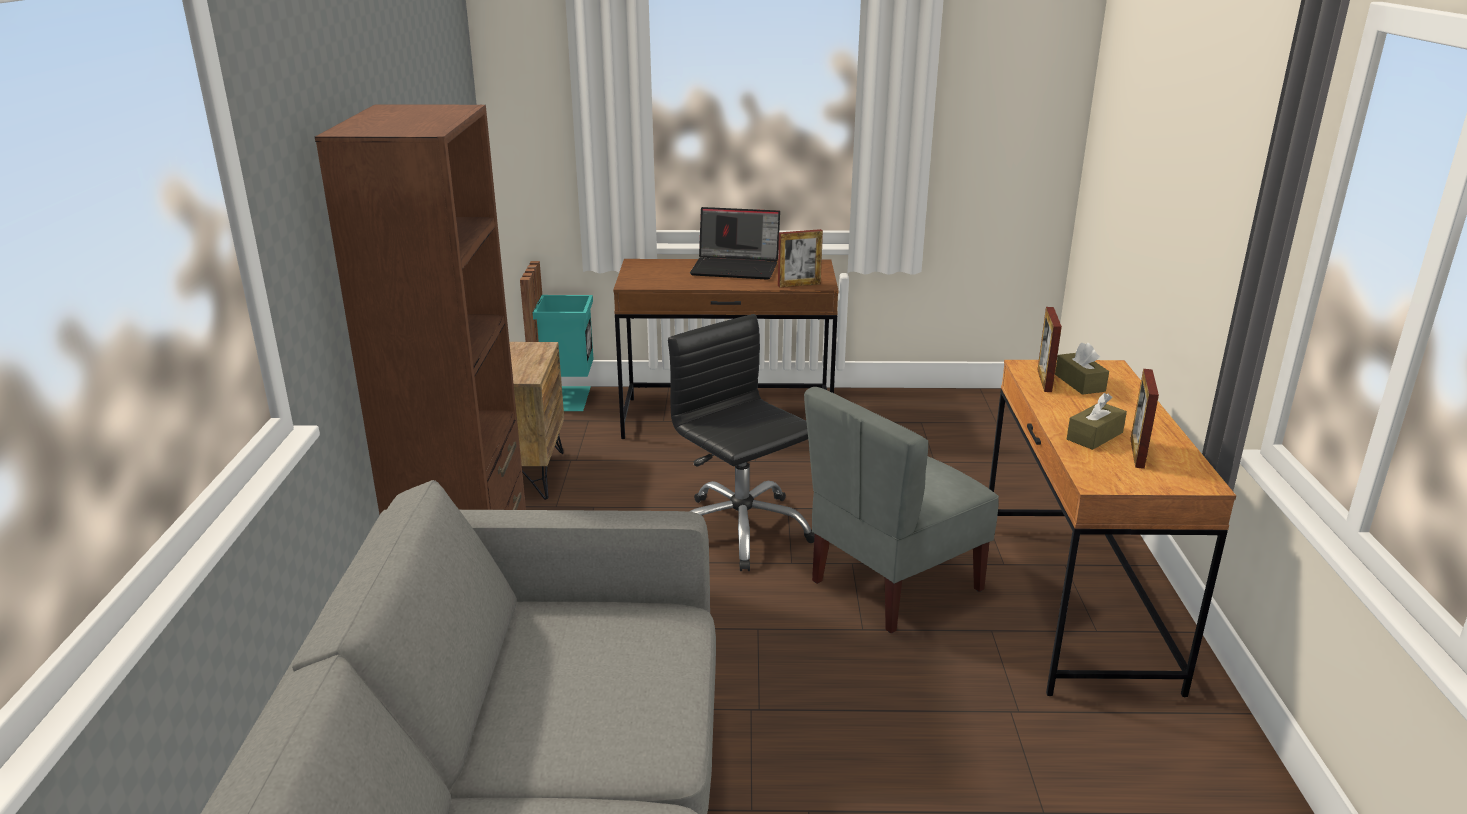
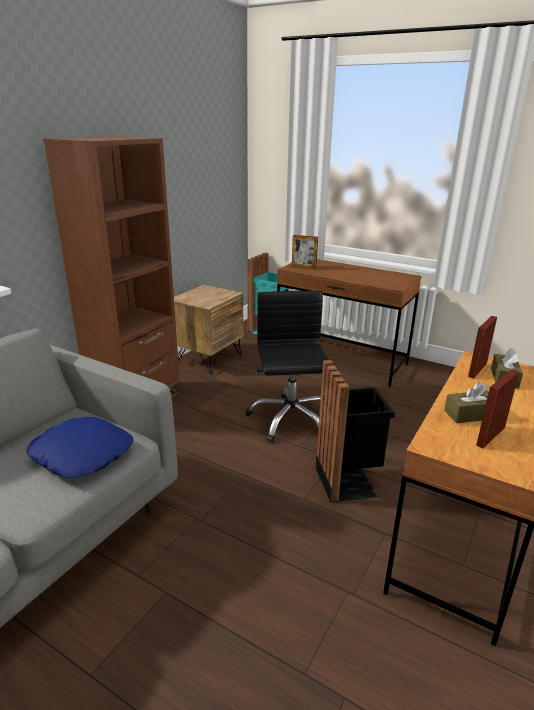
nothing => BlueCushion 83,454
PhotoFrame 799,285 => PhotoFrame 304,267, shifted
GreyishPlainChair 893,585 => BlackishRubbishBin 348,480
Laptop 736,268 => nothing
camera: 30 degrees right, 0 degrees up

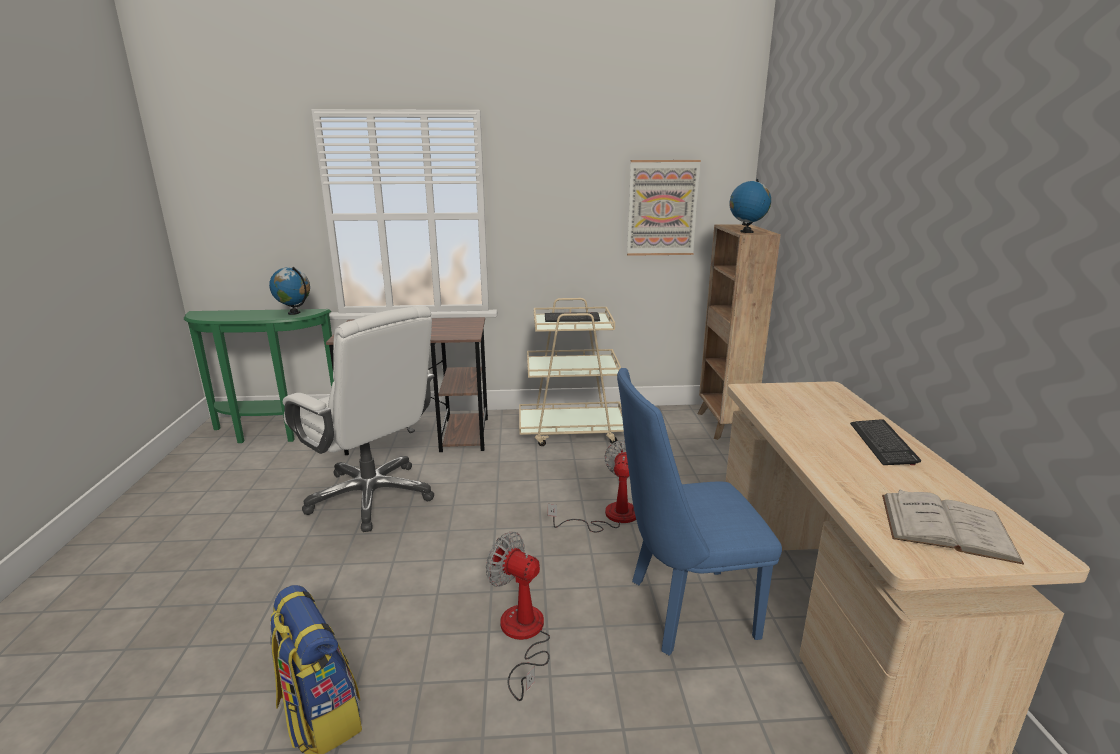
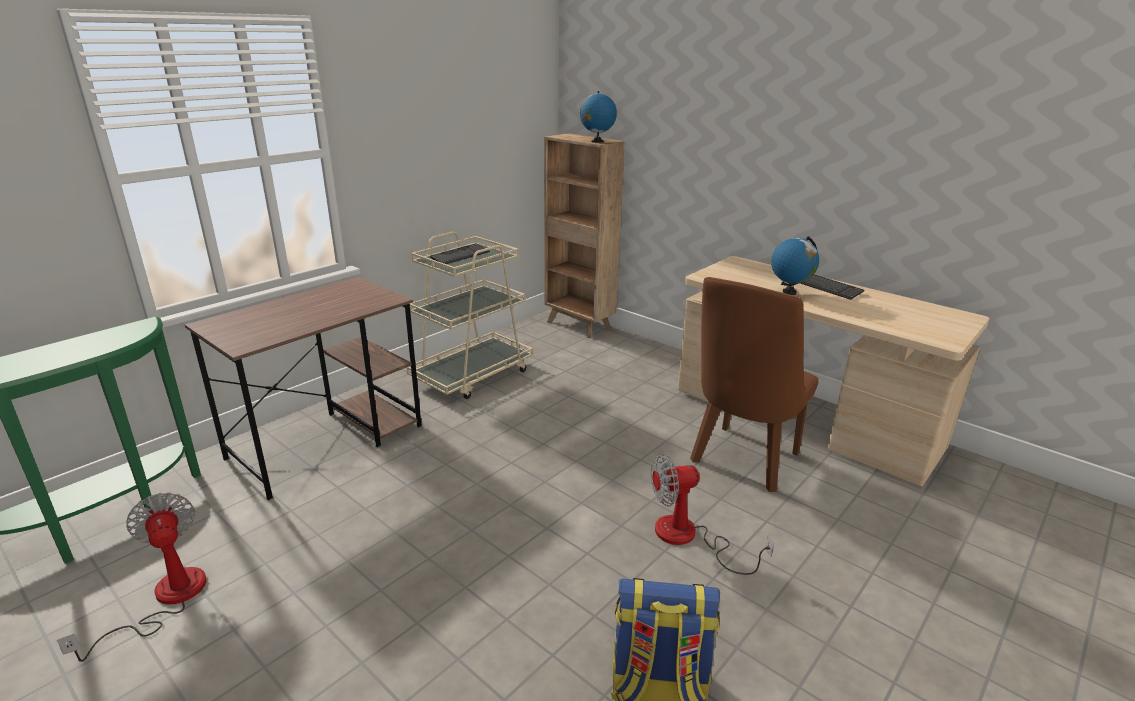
CoolingFan 610,516 => CoolingFan 165,600, shifted
BluePlainChair 681,610 => BrownishPlainChair 742,462
WorldGlobe 294,313 => WorldGlobe 789,292, shifted
WhitishOfficeChair 372,496 => nothing
Picture 662,208 => nothing
WhitishVolume 946,527 => nothing
camera: 45 degrees left, 5 degrees up

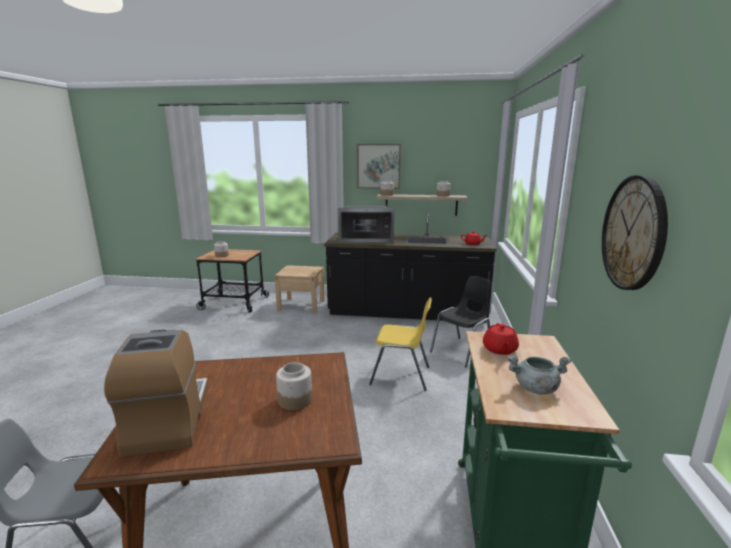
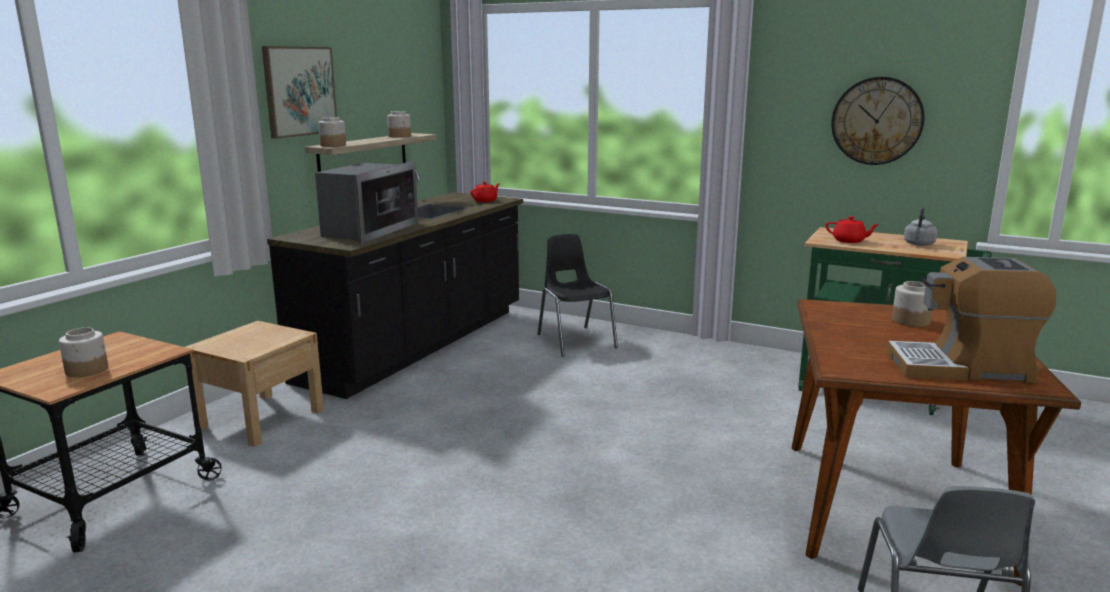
GreyishCookingPot 535,388 => GreyishTeaKettle 918,244
YellowishPlainChair 401,376 => nothing
camera: 70 degrees left, 0 degrees up

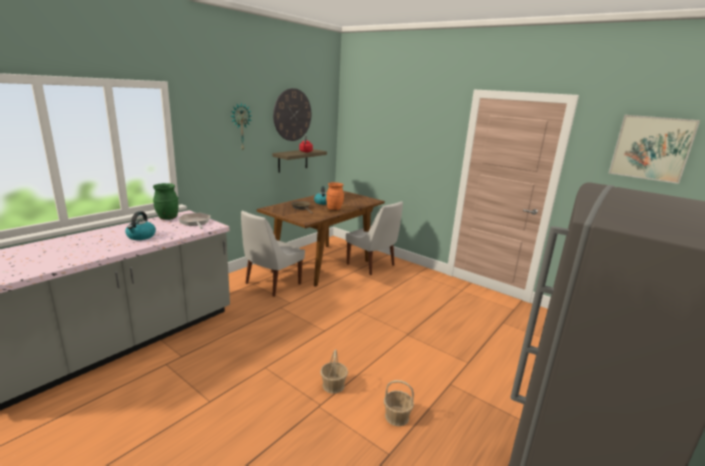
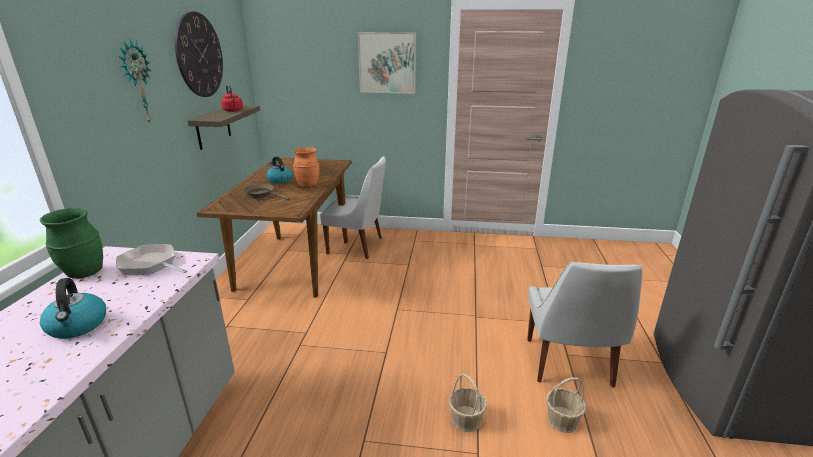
Picture 651,148 => Picture 387,63, shifted
WhitishPlainChair 271,284 => WhitishPlainChair 569,364, shifted
camera: 30 degrees left, 5 degrees up

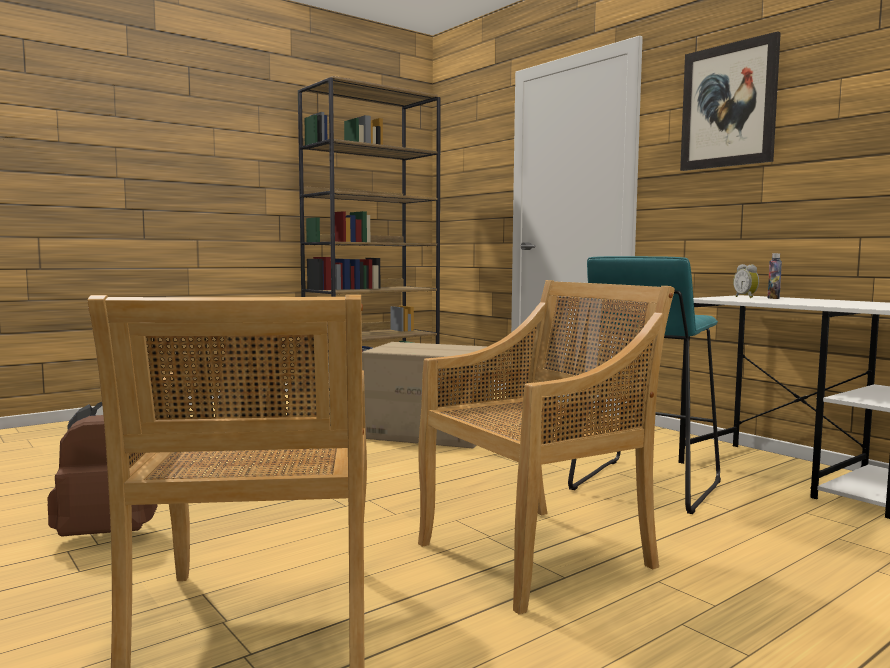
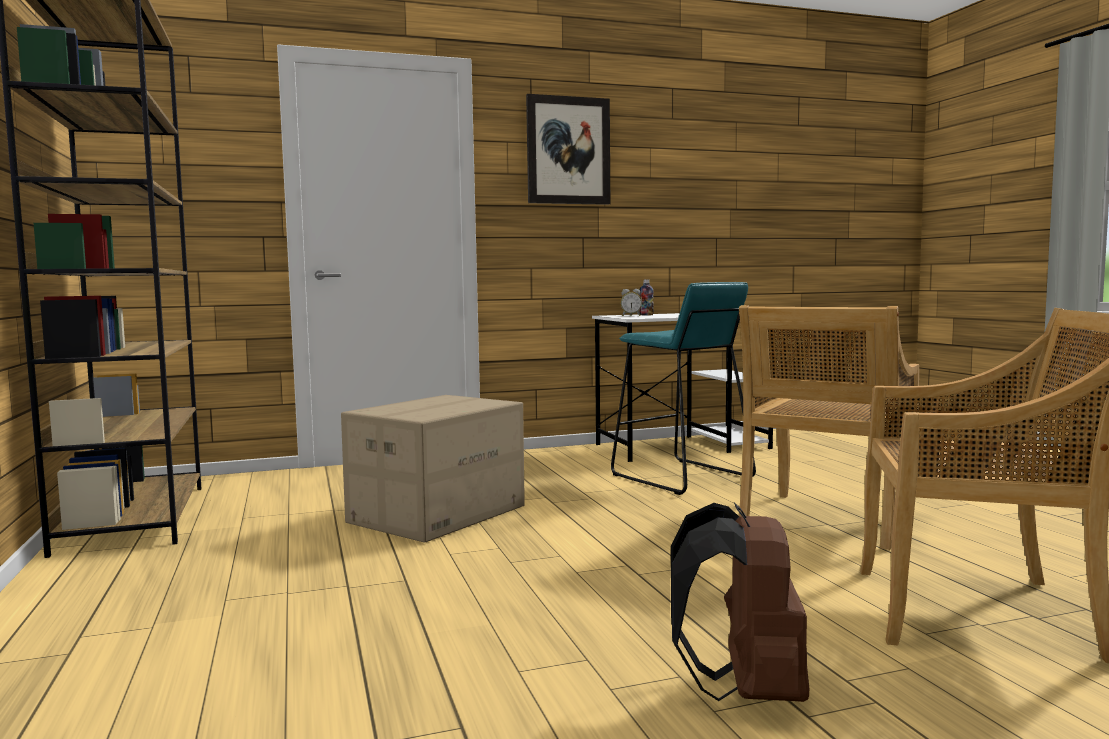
SandColouredPlainChair 537,554 => SandColouredPlainChair 827,521, 135 degrees counterclockwise
camera: 70 degrees left, 0 degrees up

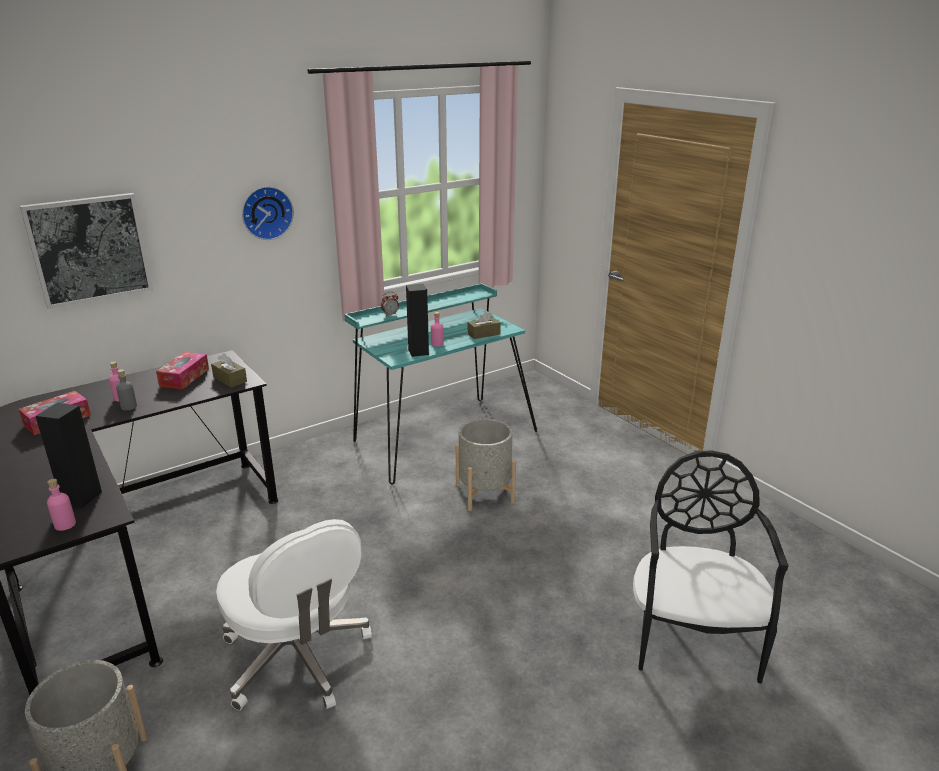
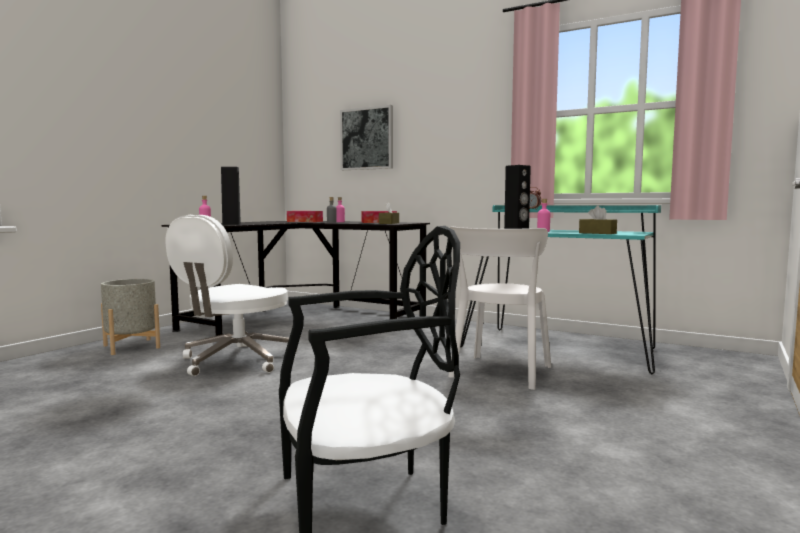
GreyishFlowerPot 484,493 => WhitishPlainChair 499,373
HangingClock 266,212 => nothing
camera: 65 degrees right, 20 degrees down

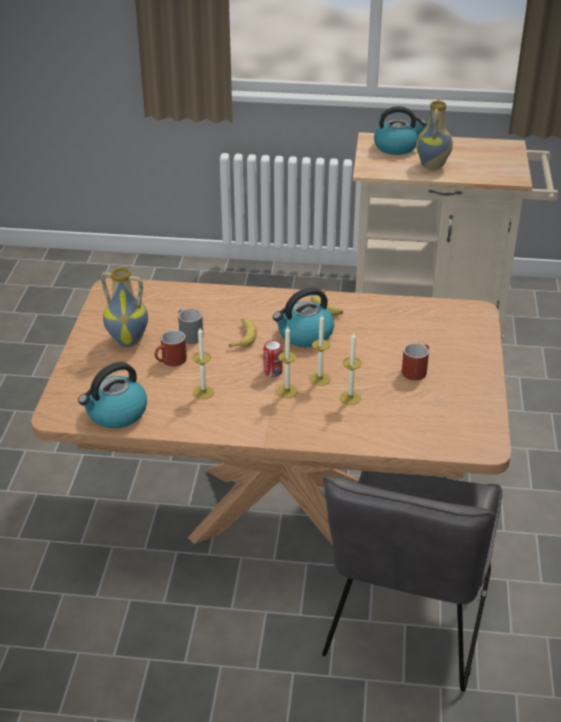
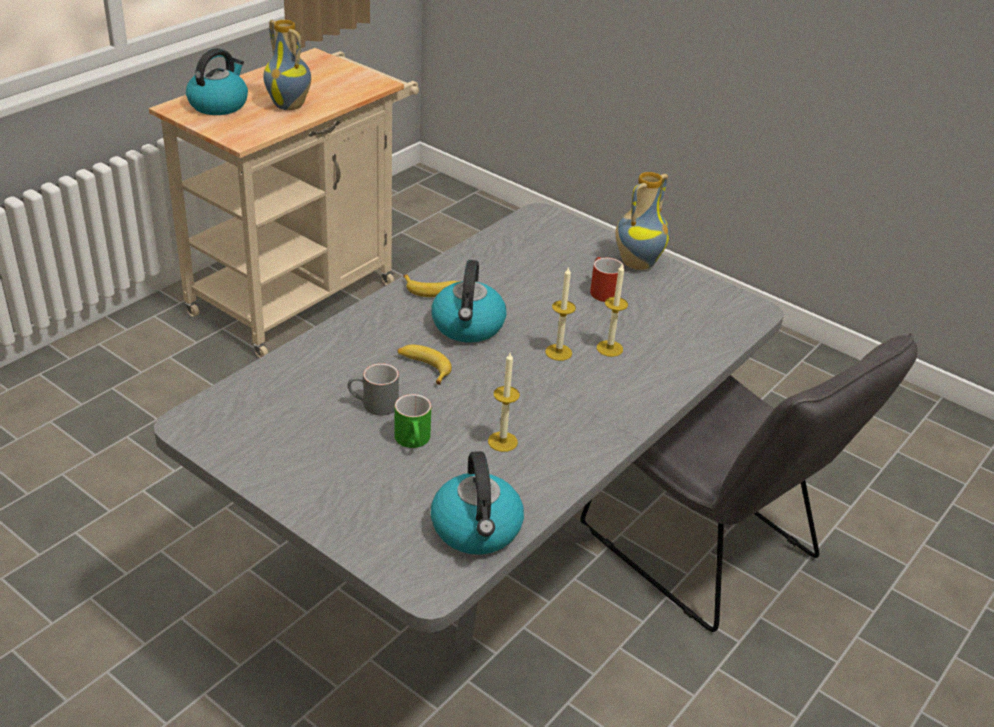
BrownishKitchenTable 280,511 => GreyishKitchenTable 481,559
RedColouredTeaMug 171,361 => GreenishTeaMug 414,441
FlowerVase 128,340 => FlowerVase 636,262, shifted
SealedCan 273,372 => nothing
WaxLight 287,391 => nothing
camera: 60 degrees left, 0 degrees up

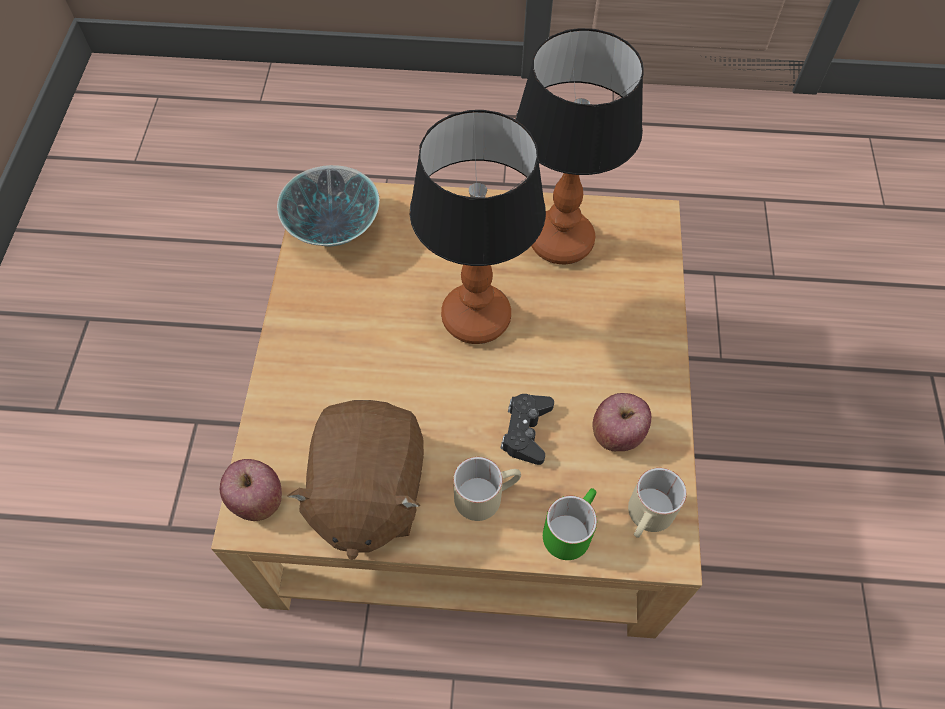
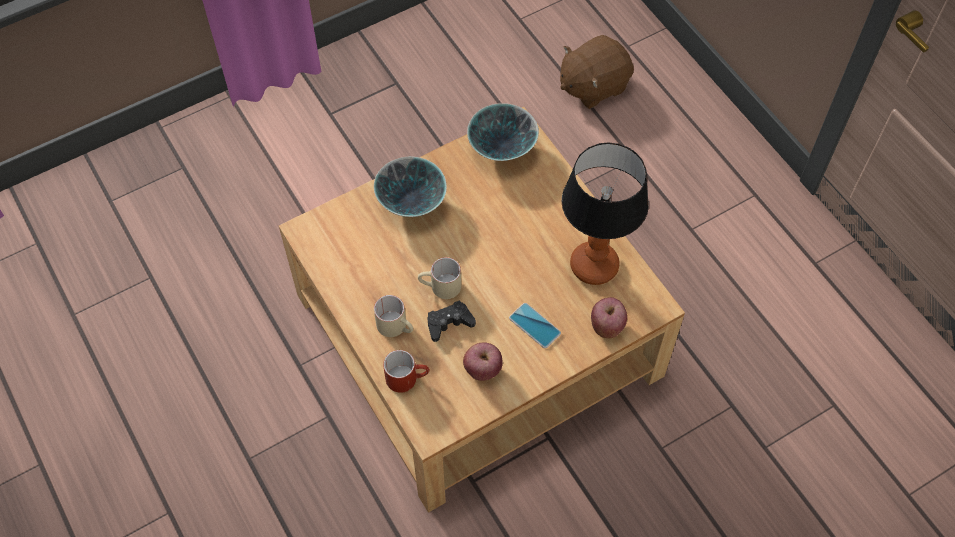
nothing => ServingBowl 411,203
GreenishTeaMug 570,528 => RedColouredTeaMug 407,377
SandColouredTeaMug 648,518 => SandColouredTeaMug 440,287, shifted
nothing => Phone 535,325
BrownishSoftToy 367,492 => BrownishSoftToy 593,85, shifted
WholeApple 257,500 => WholeApple 607,326, shifted
TabletopLamp 474,317 => nothing
camera: 55 degrees right, 0 degrees up

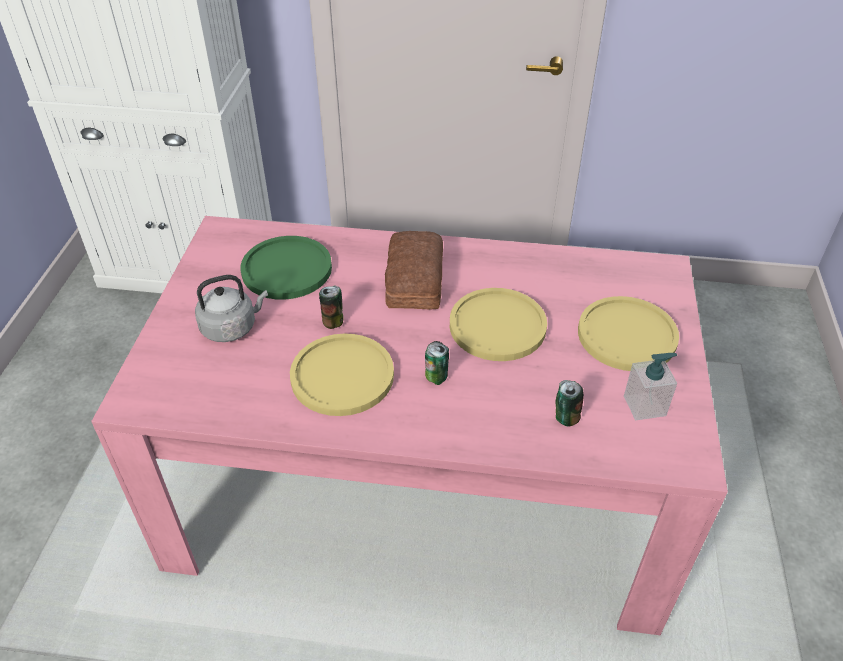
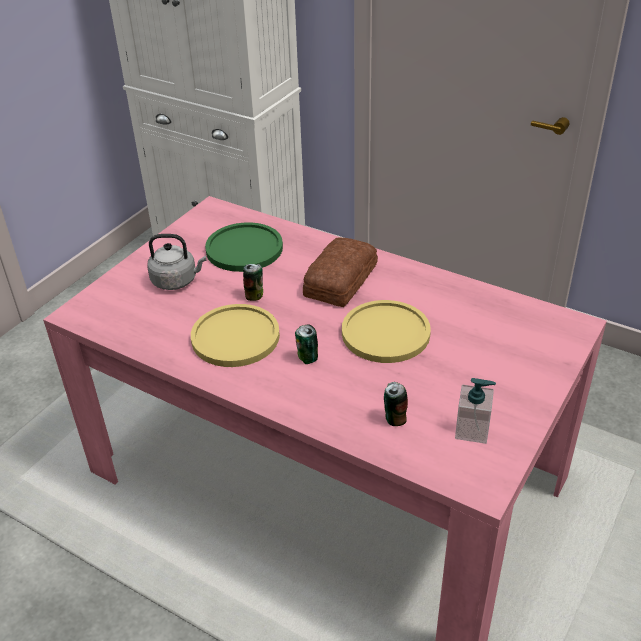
YellowishFlatDish 627,335 => nothing
camera: 25 degrees right, 5 degrees down

